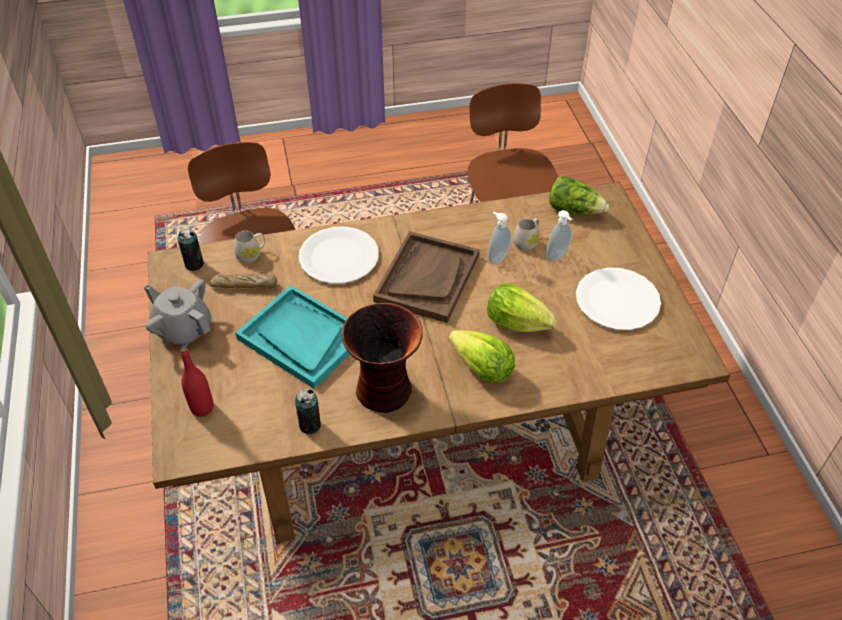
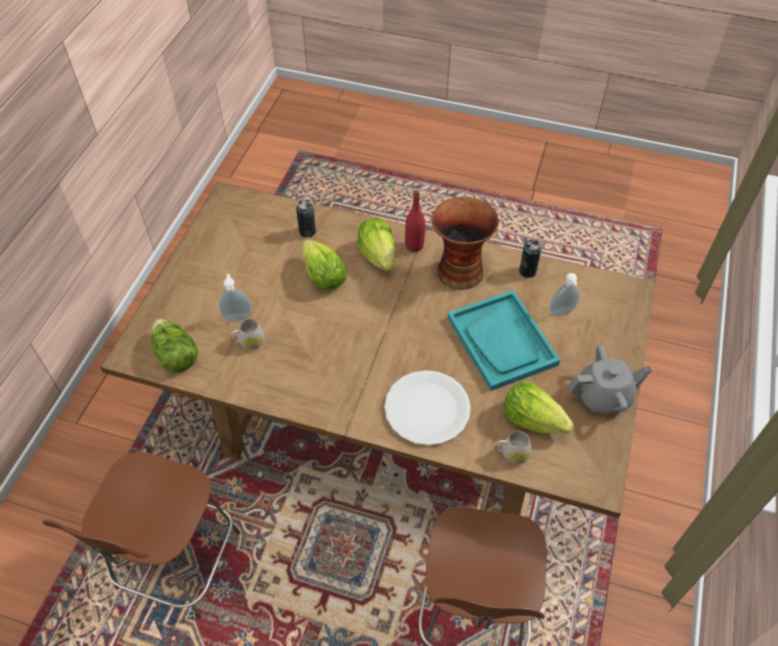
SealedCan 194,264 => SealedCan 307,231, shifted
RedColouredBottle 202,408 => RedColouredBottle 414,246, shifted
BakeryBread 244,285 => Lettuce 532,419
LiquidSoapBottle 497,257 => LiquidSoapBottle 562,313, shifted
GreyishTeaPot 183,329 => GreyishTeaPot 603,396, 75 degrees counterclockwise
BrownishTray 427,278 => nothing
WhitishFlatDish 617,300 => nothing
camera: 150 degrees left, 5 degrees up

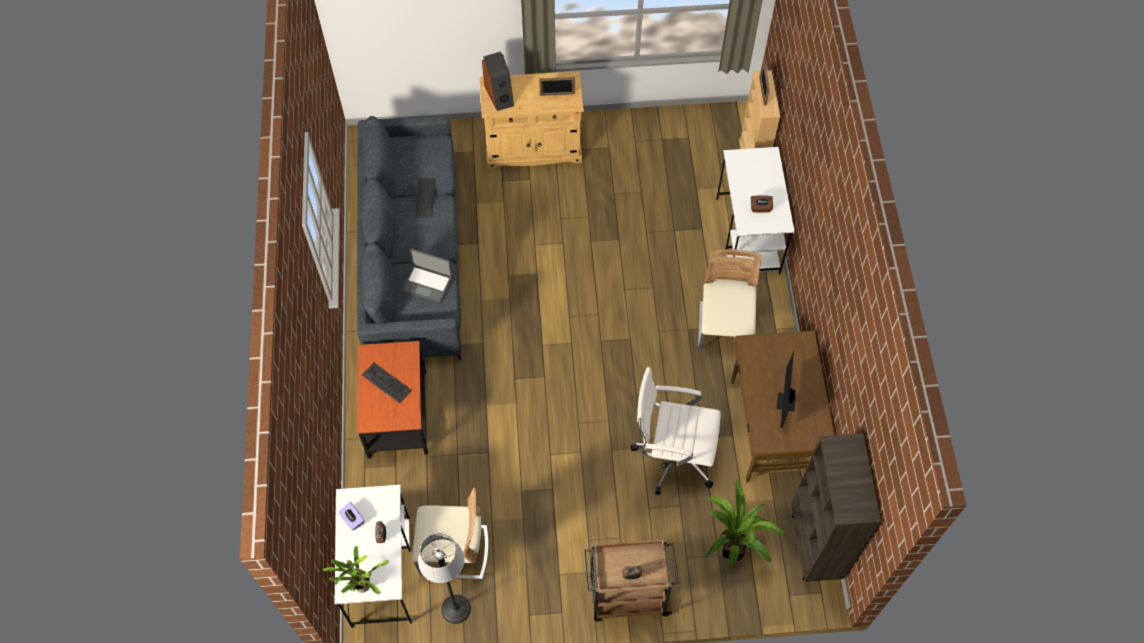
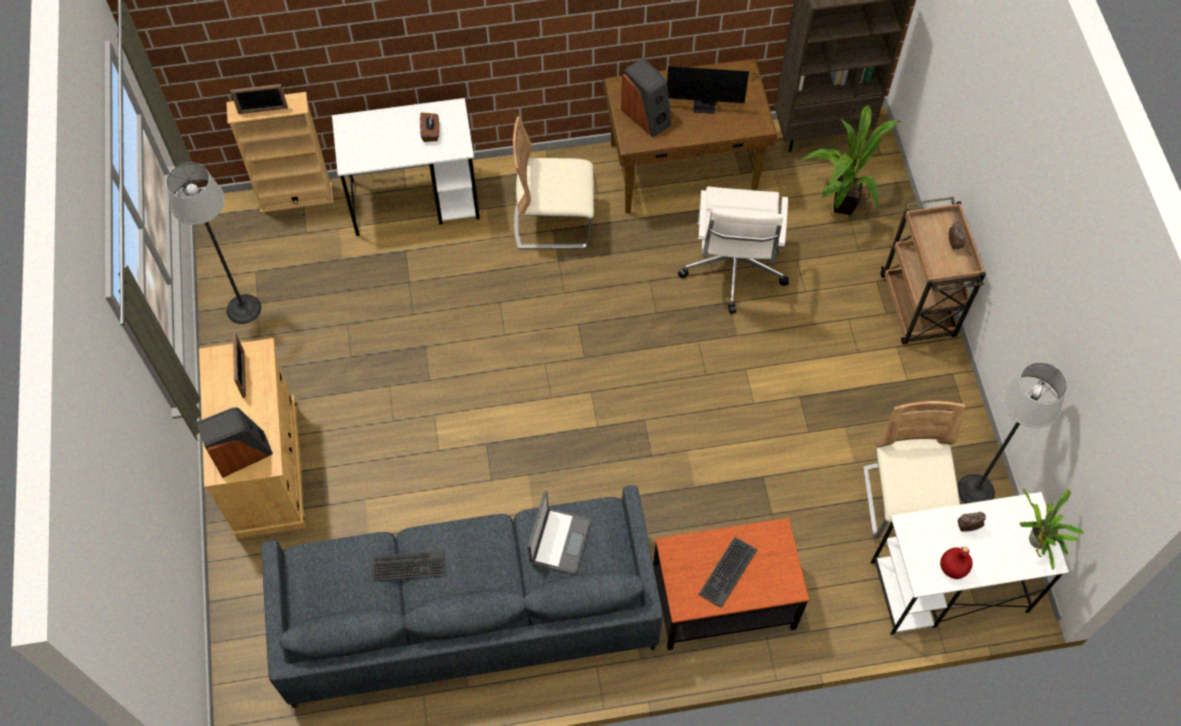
nothing => StandardLamp 244,308
nothing => Loudspeaker 646,116
PurplishBoxOfTissues 352,519 => RedColouredBottle 952,567
camera: 95 degrees left, 0 degrees up

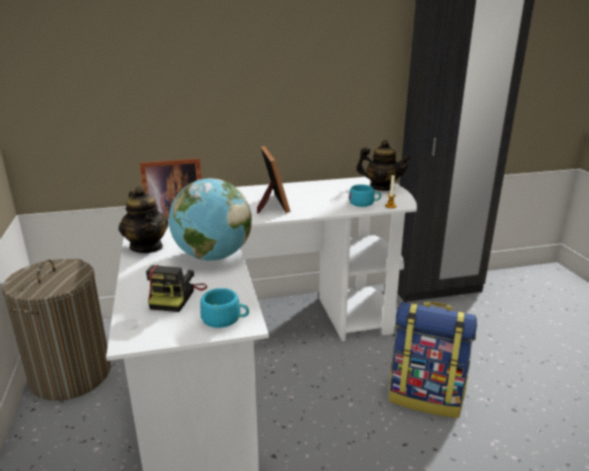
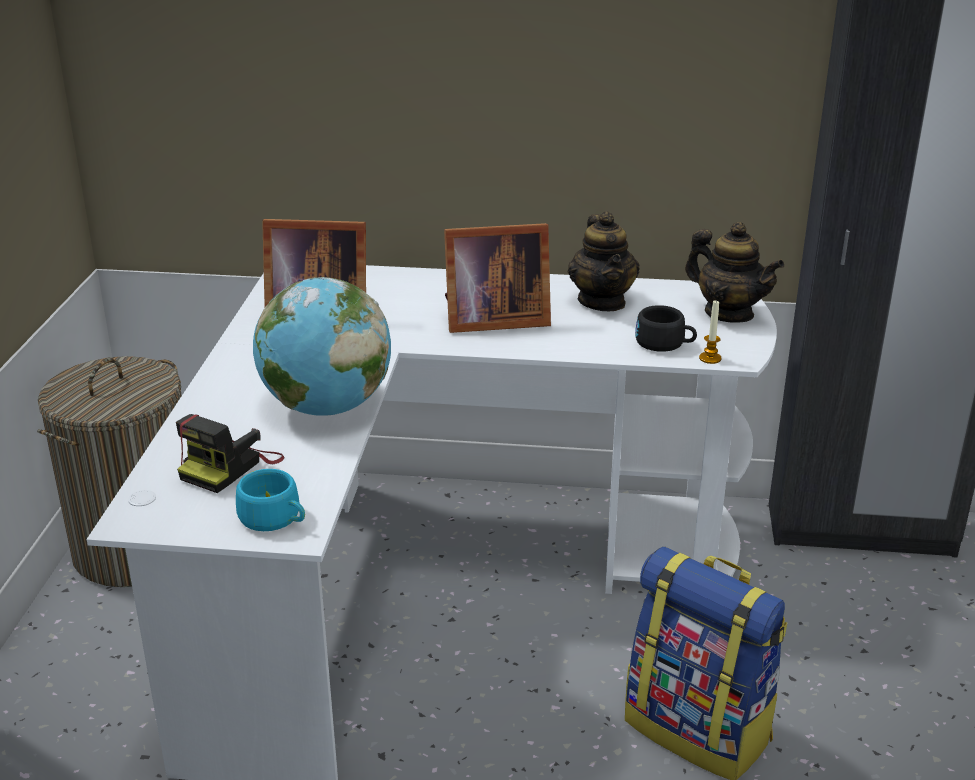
PhotoFrame 271,205 => PhotoFrame 492,320, 75 degrees clockwise
TeaPot 147,247 => TeaPot 602,302, shifted
TurquoiseColouredSmallCup 364,203 => BlackishSmallCup 665,344
camera: 20 degrees right, 5 degrees up

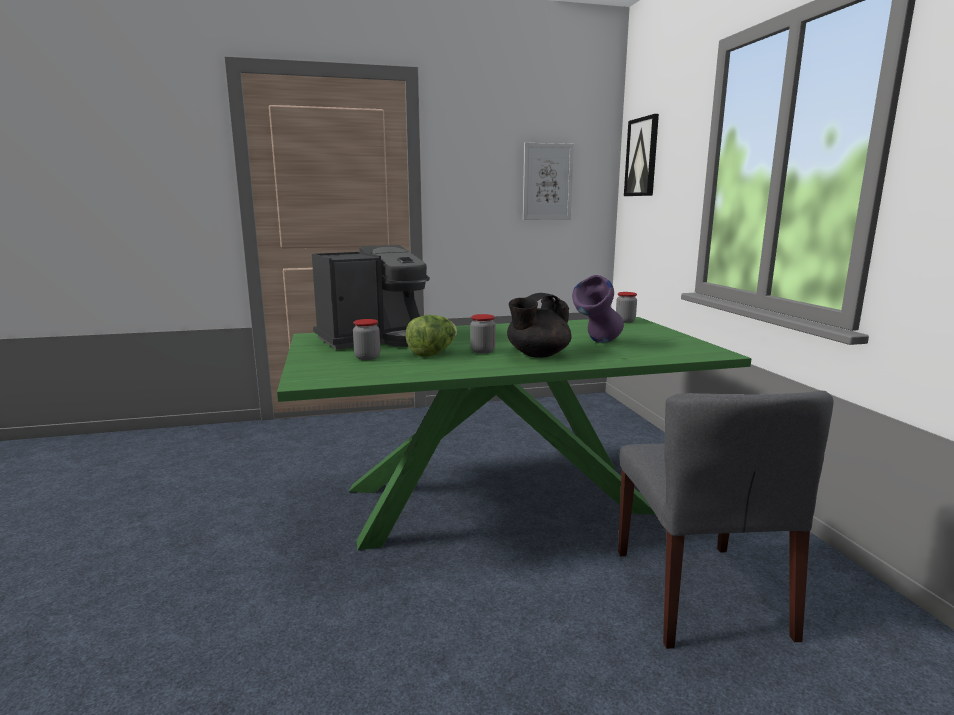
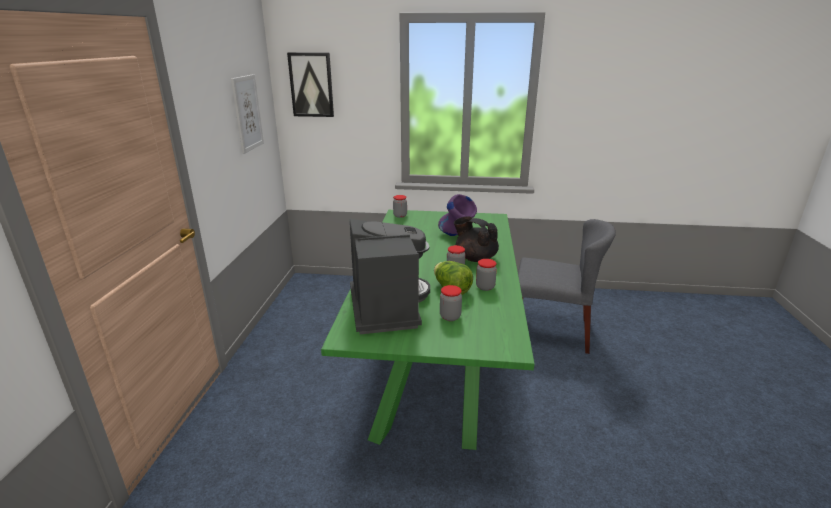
BlackishTeaPot 537,355 => BlackishTeaPot 475,258, 150 degrees clockwise
nothing => StorageJar 485,287
camera: 70 degrees left, 10 degrees up

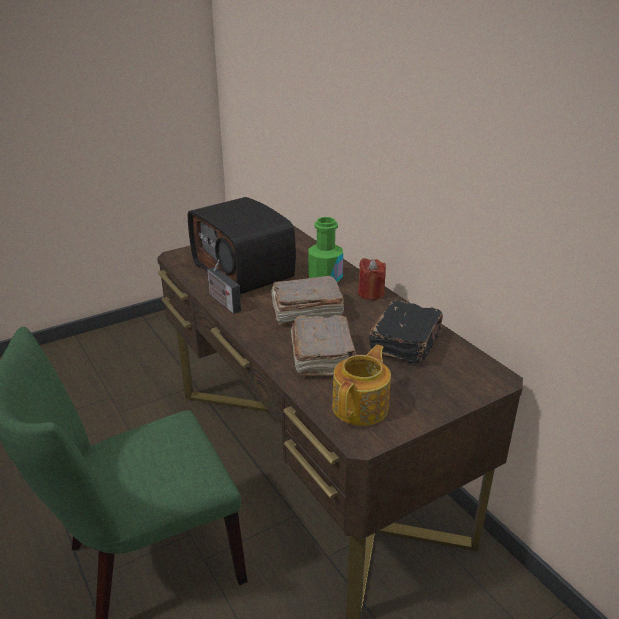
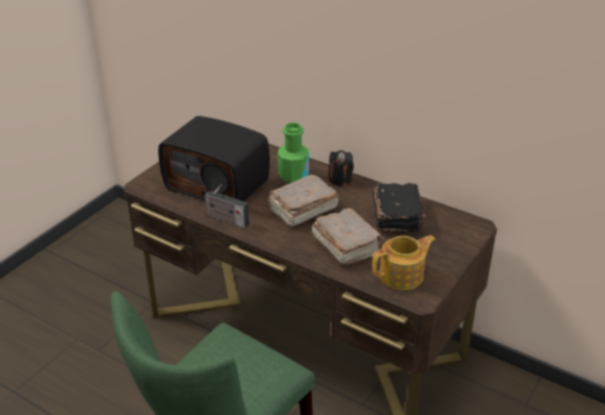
RedColouredWaxLight 371,293 => BlackishWaxLight 340,180
TeaPot 361,407 => TeaPot 402,276, 60 degrees clockwise
camera: 25 degrees left, 5 degrees up

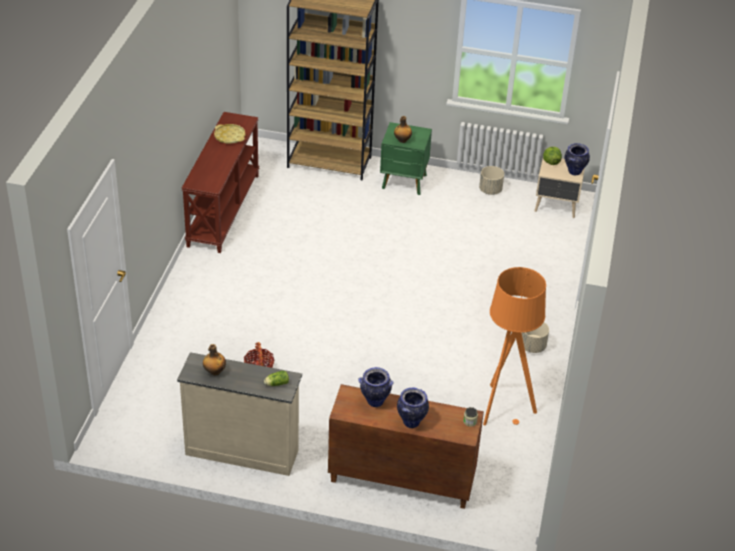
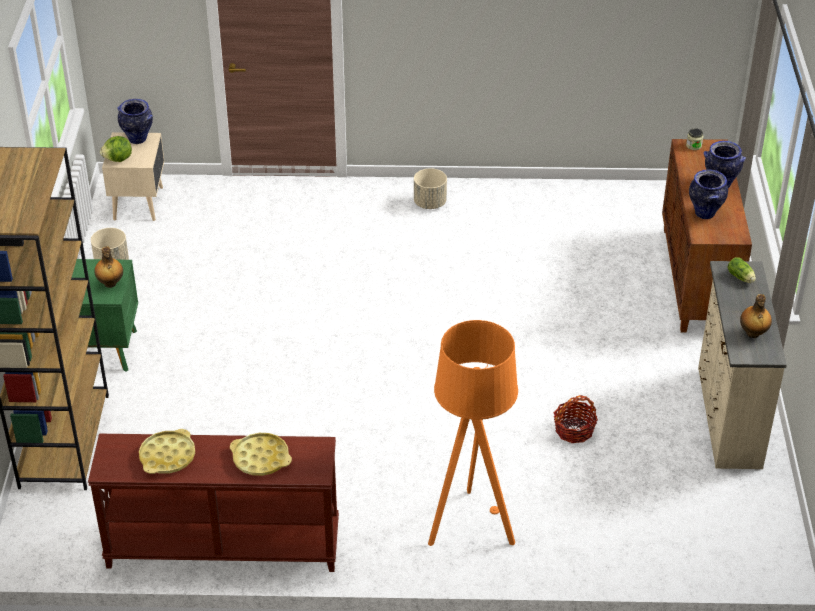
nothing => YellowishTray 261,458
OrangeyStandardLamp 503,407 => OrangeyStandardLamp 471,526, shifted
camera: 100 degrees left, 0 degrees up

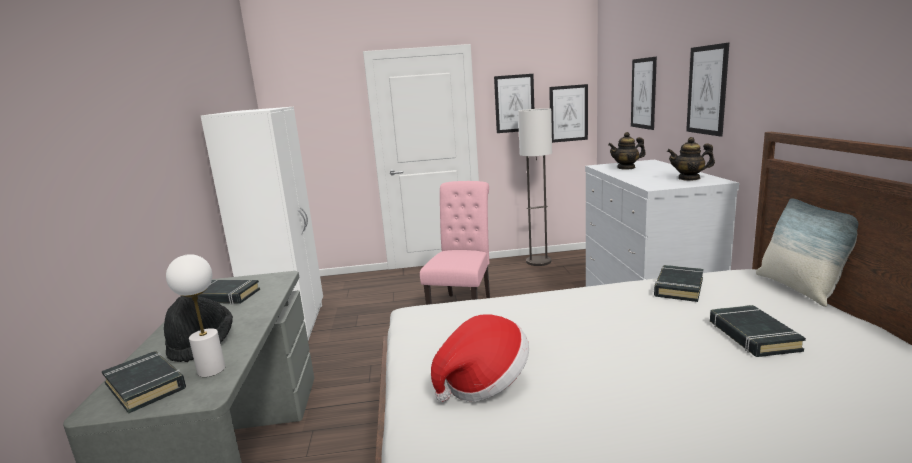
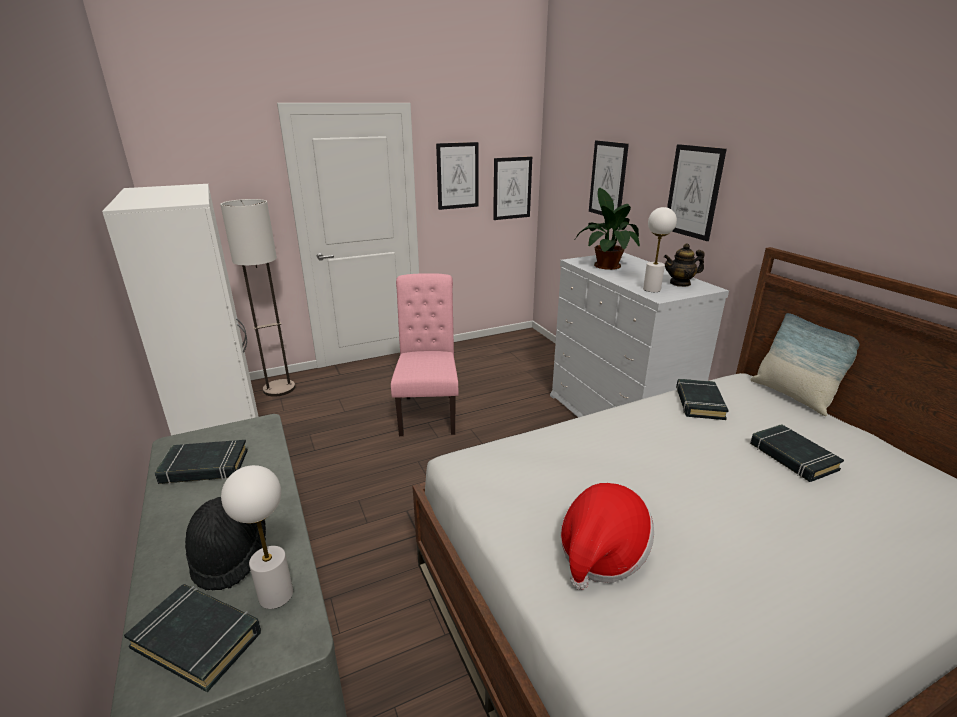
StandardLamp 538,261 => StandardLamp 279,388, shifted
TeaPot 626,168 => PottedPlant 606,265
nothing => WhitishTabletopLamp 651,289
camera: 20 degrees left, 10 degrees up

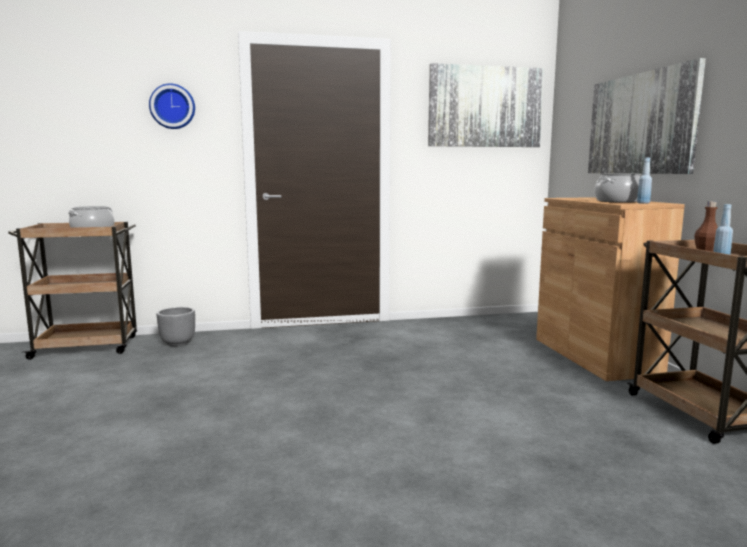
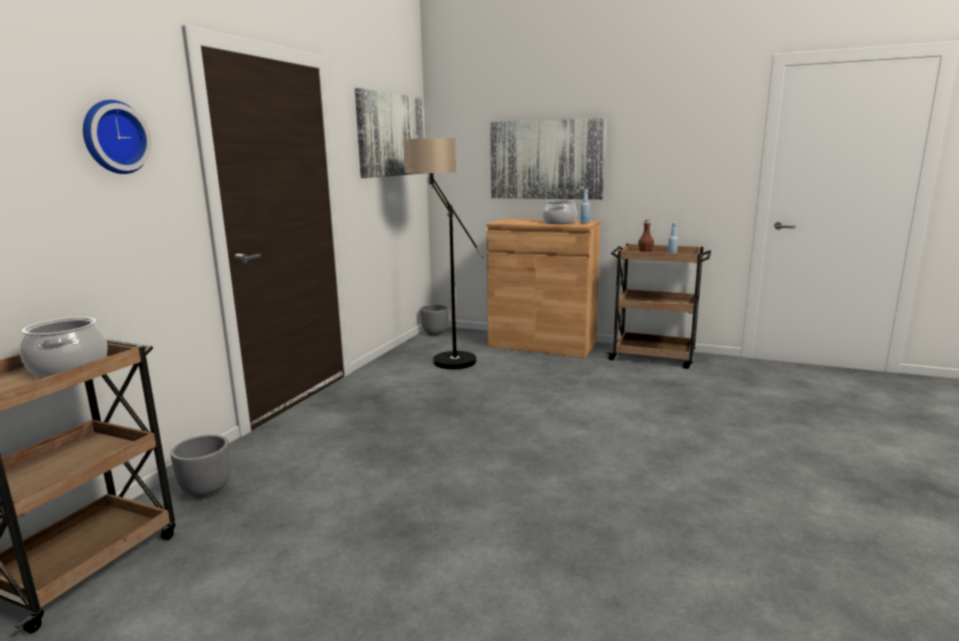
nothing => StandardLamp 445,357
nothing => GreyishFlowerPot 435,333
camera: 55 degrees left, 5 degrees up

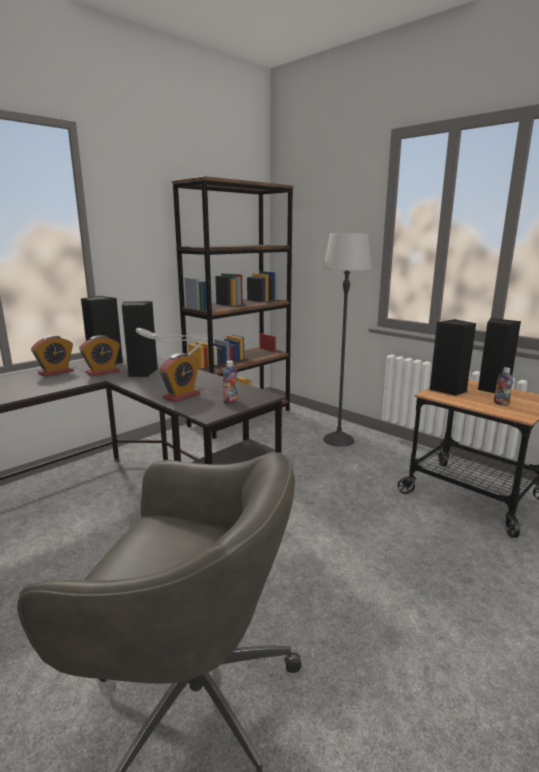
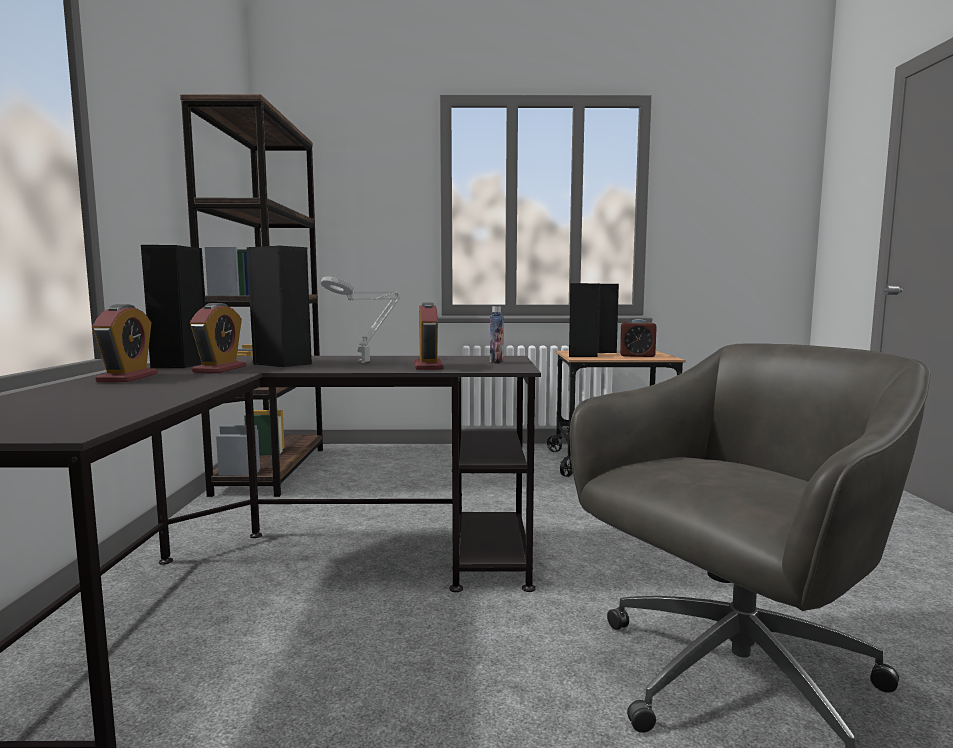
Bottle 501,404 => TableClock 637,356
StandardLamp 339,440 => nothing
camera: 45 degrees left, 10 degrees down

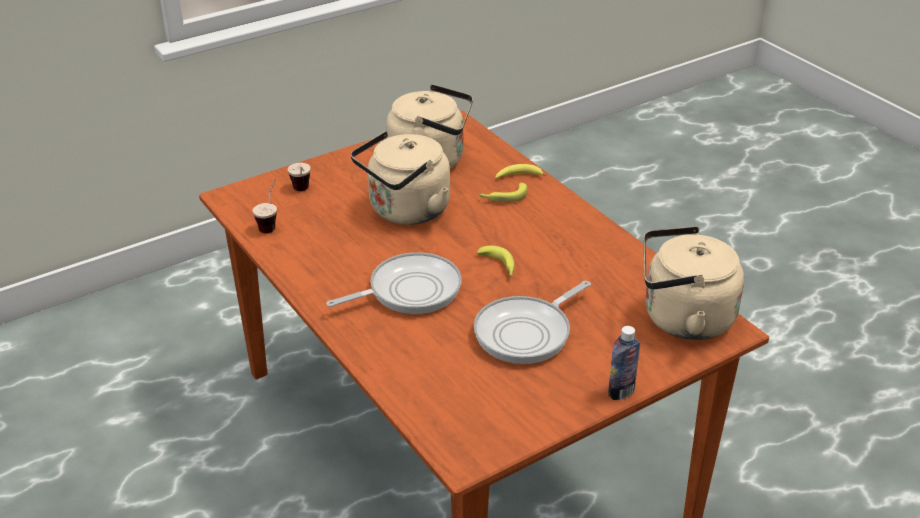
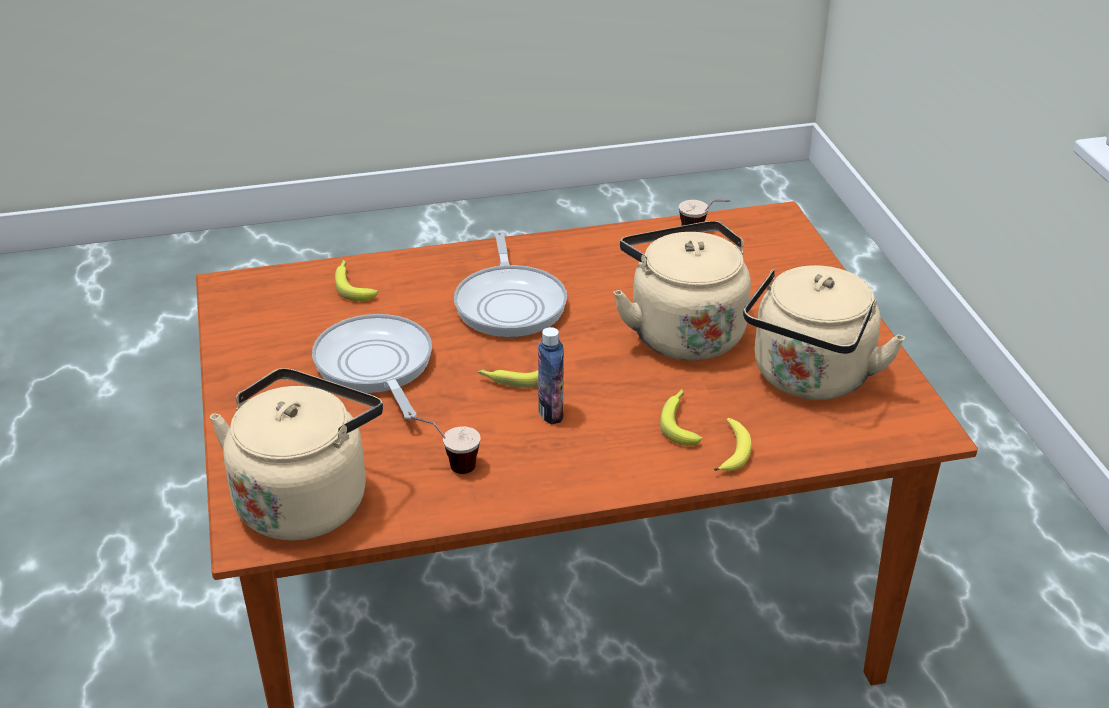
nothing => WholeBanana 353,285
SmallCup 302,192 => SmallCup 447,466, shifted
Bottle 621,392 => Bottle 550,413, shifted
camera: 110 degrees right, 0 degrees up

